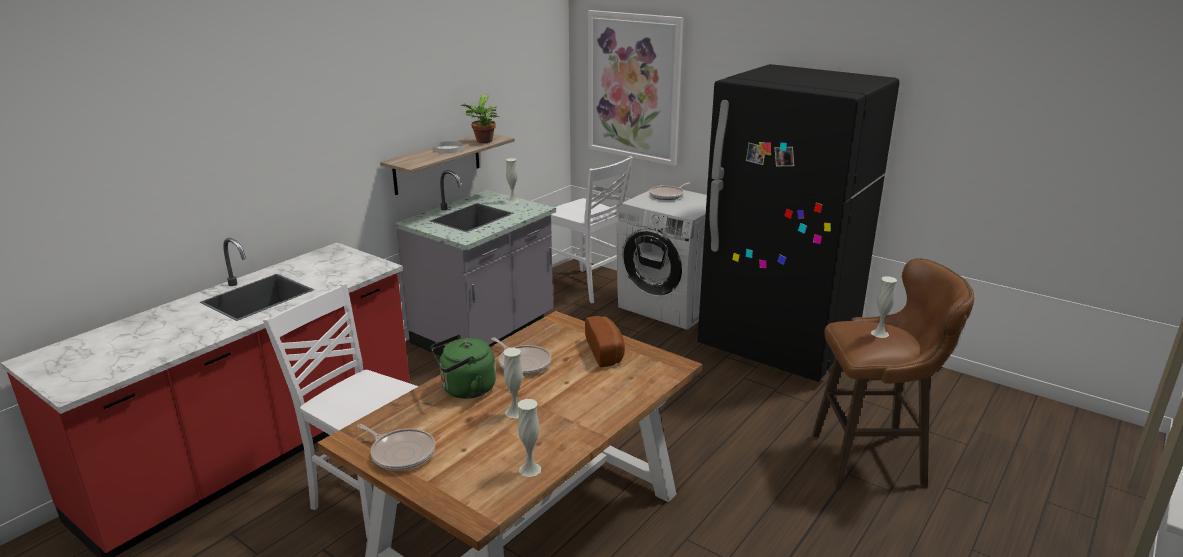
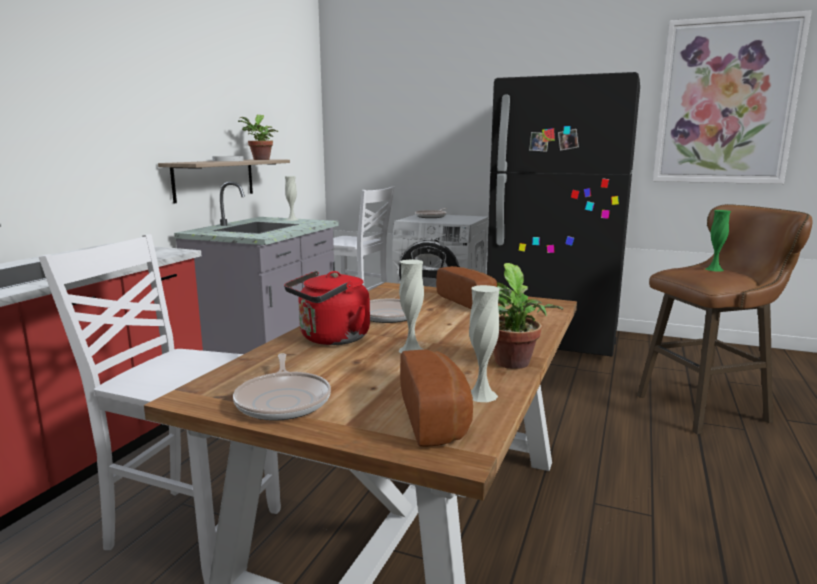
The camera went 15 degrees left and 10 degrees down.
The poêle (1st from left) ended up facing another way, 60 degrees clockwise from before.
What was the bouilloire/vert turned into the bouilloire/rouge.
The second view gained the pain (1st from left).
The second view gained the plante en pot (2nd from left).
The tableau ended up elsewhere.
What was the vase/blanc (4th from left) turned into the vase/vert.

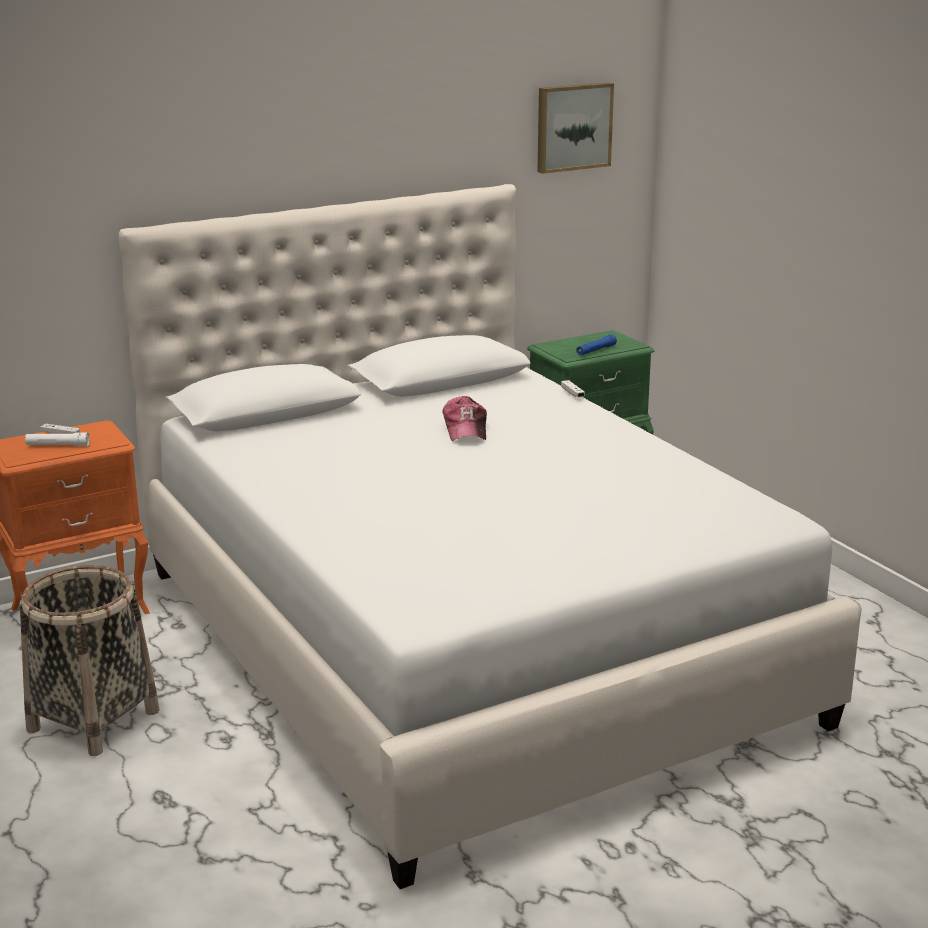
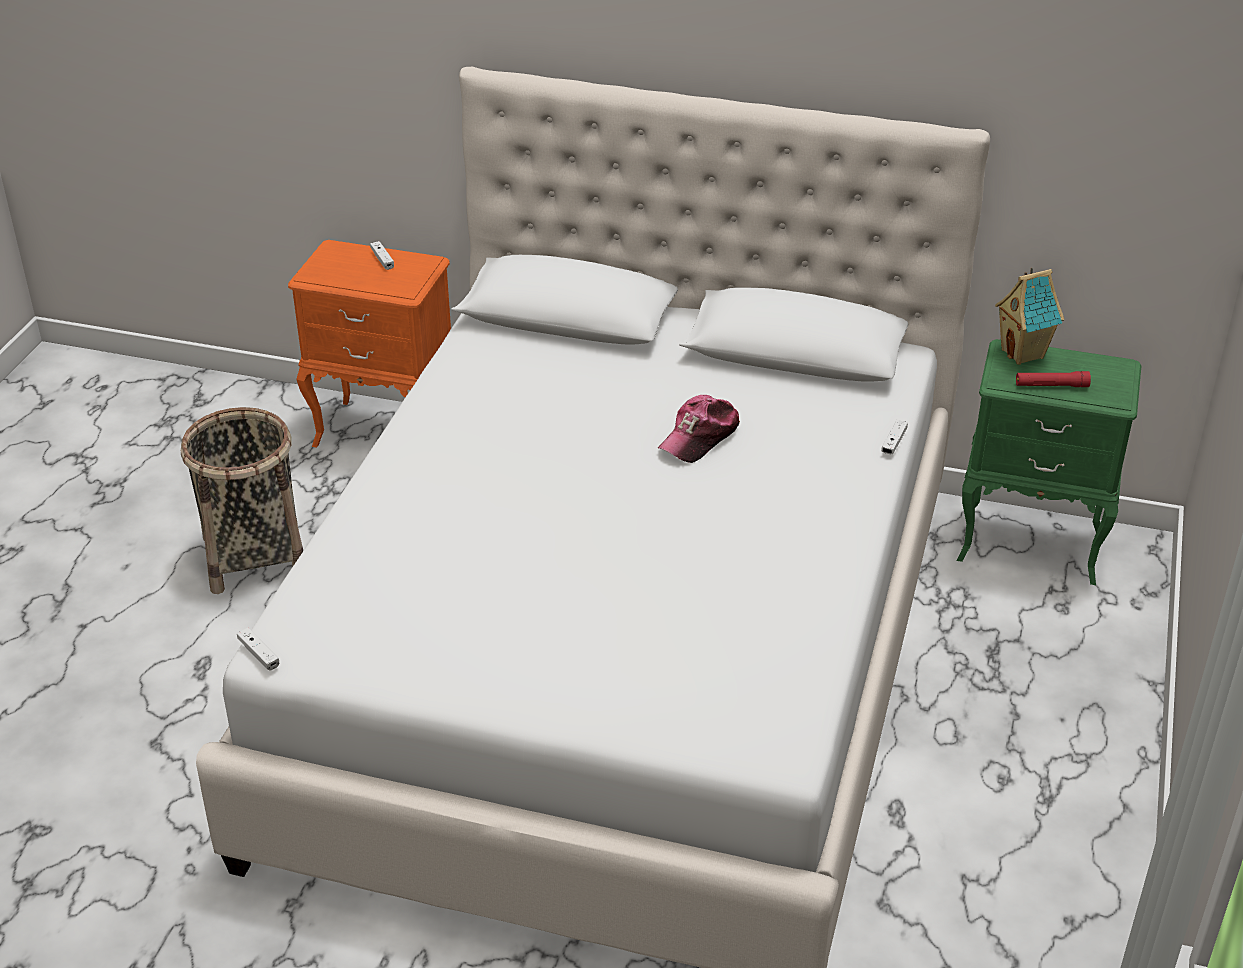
The camera went 45 degrees right and 15 degrees up.
The second view gained the manette/blanc (1st from left).
The second view gained the maison miniature.
What was the lampe de poche/bleu turned into the lampe de poche/rouge.
The second view lost the lampe de poche/blanc.
The second view lost the tableau.

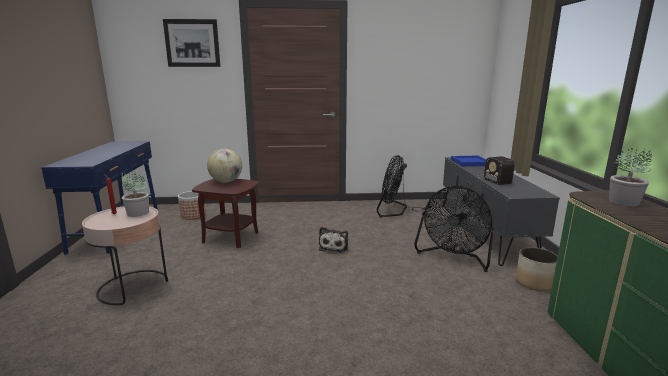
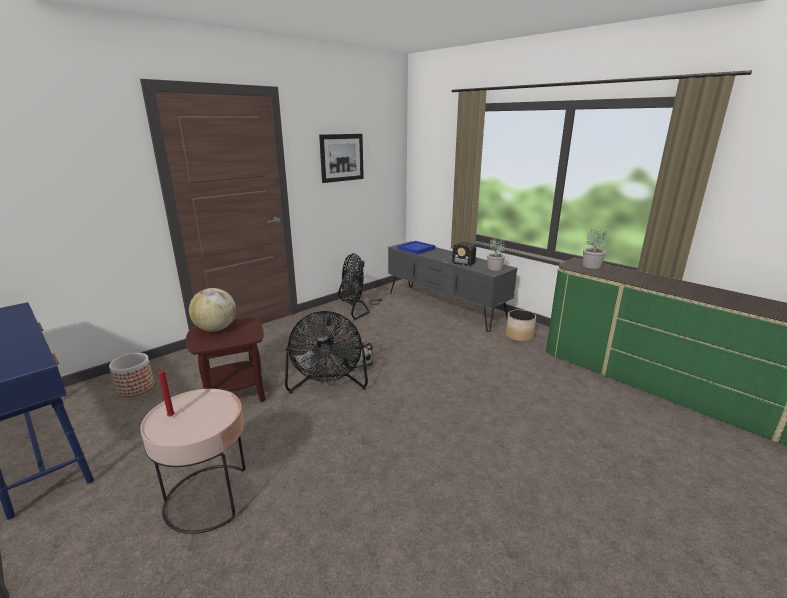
The camera went 40 degrees left and 5 degrees up.
The ventilateur/noir (2nd from left in the first image) ended up elsewhere.
The tableau ended up elsewhere.
The plante en pot (1st from left) ended up elsewhere.

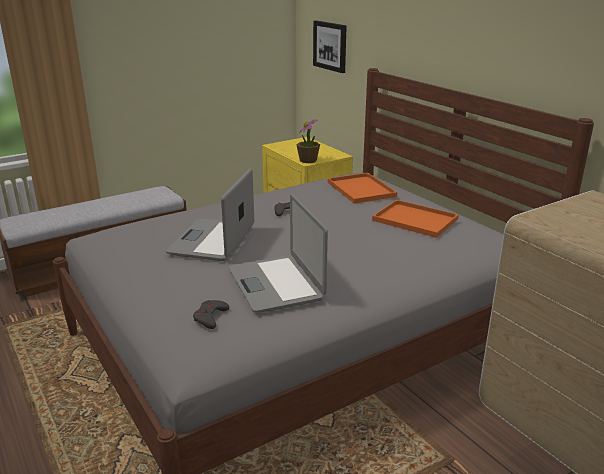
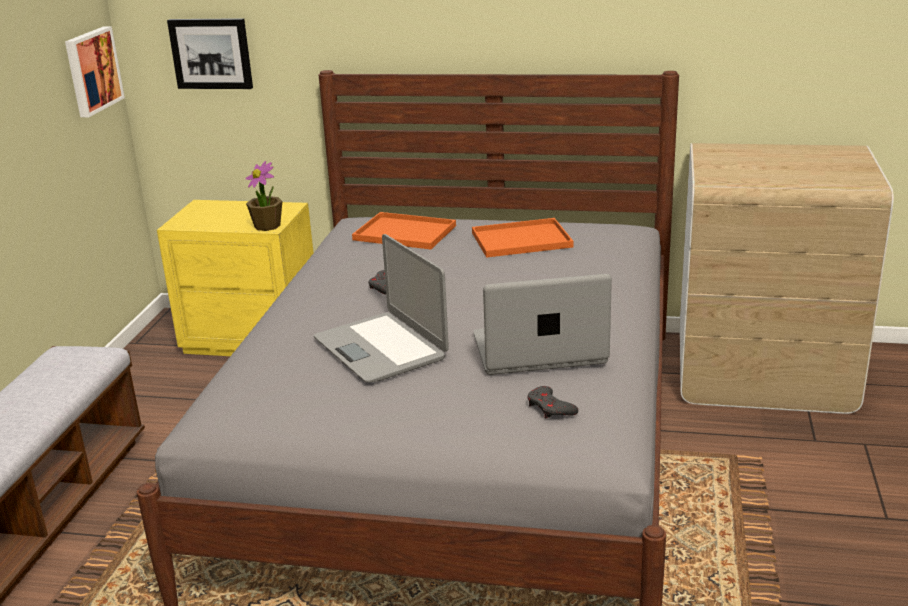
The camera went 45 degrees left and 0 degrees up.
The second view gained the tableau (1st from left).
The ordinateur portable (2nd from left) ended up facing another way, 150 degrees clockwise from before.

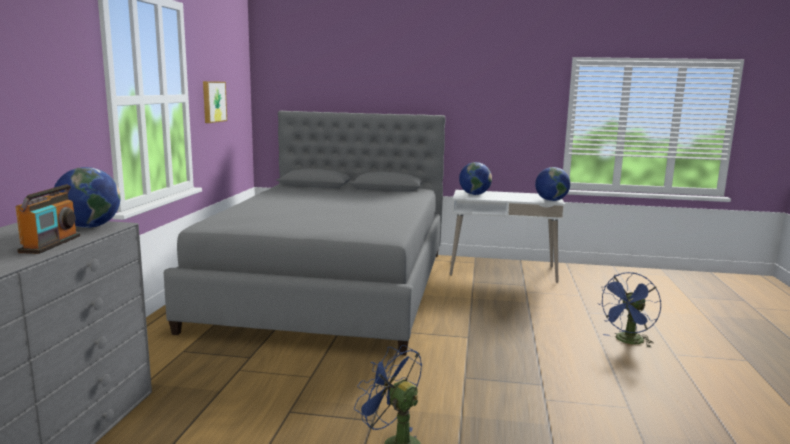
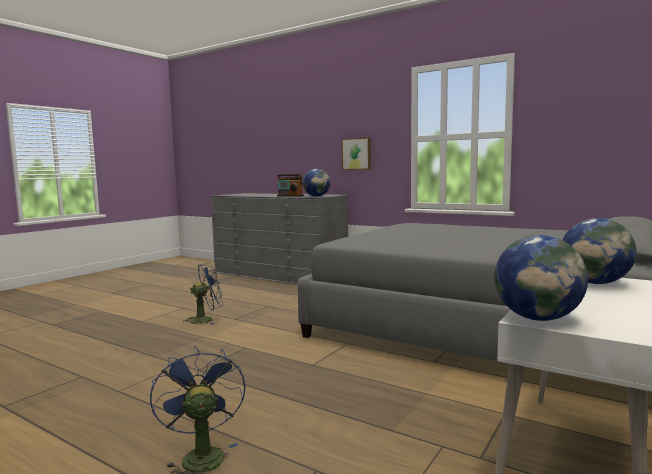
The camera went 115 degrees right and 5 degrees down.
The tableau ended up elsewhere.

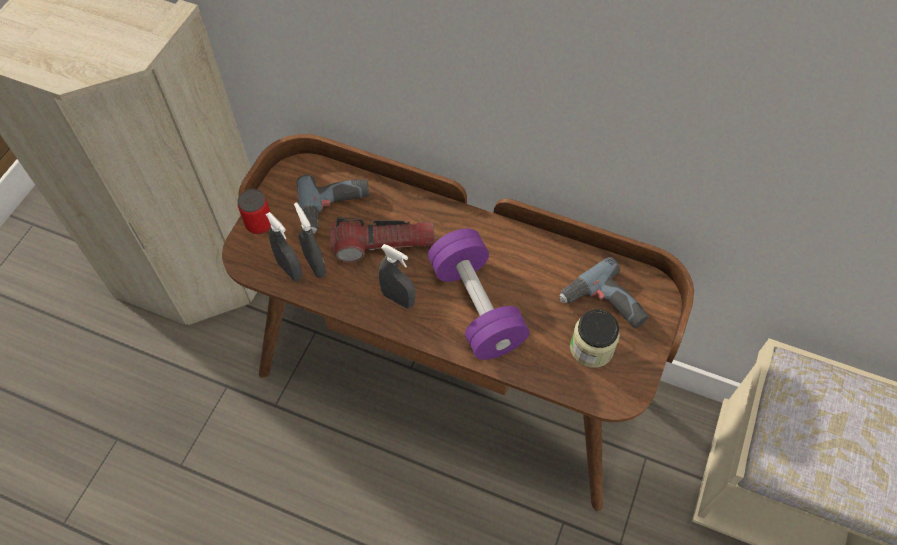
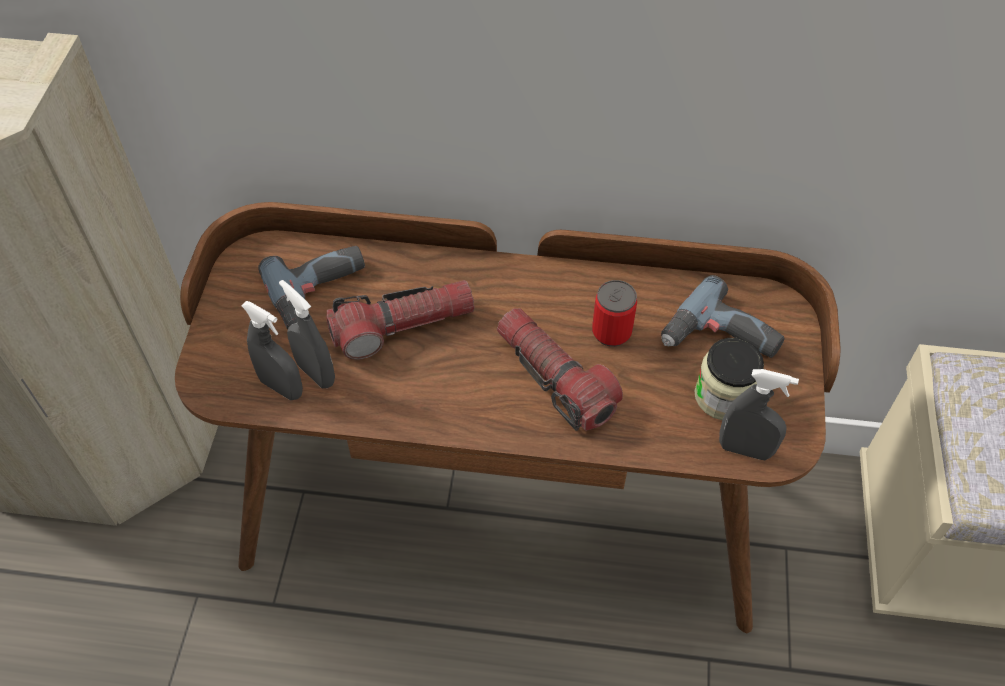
The camera went 15 degrees left and 5 degrees down.
Where the haltère/violet stood, the lampe de poche (2nd from left) came to stand.
The boîte métallique ended up elsewhere.
The vaporisateur/gris (3rd from left) ended up elsewhere.

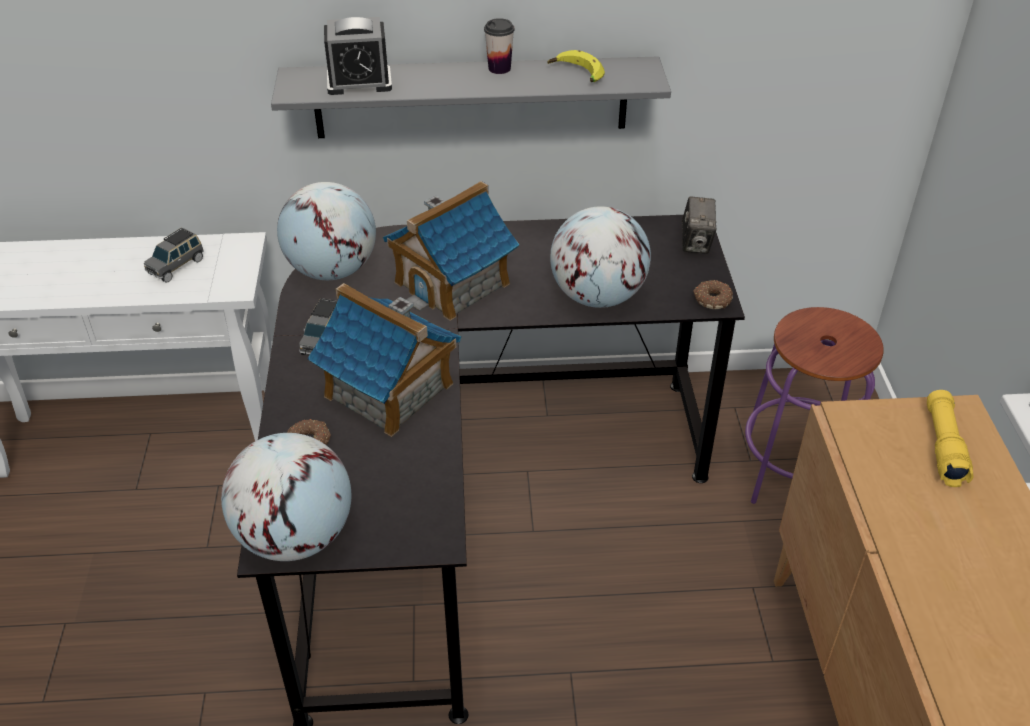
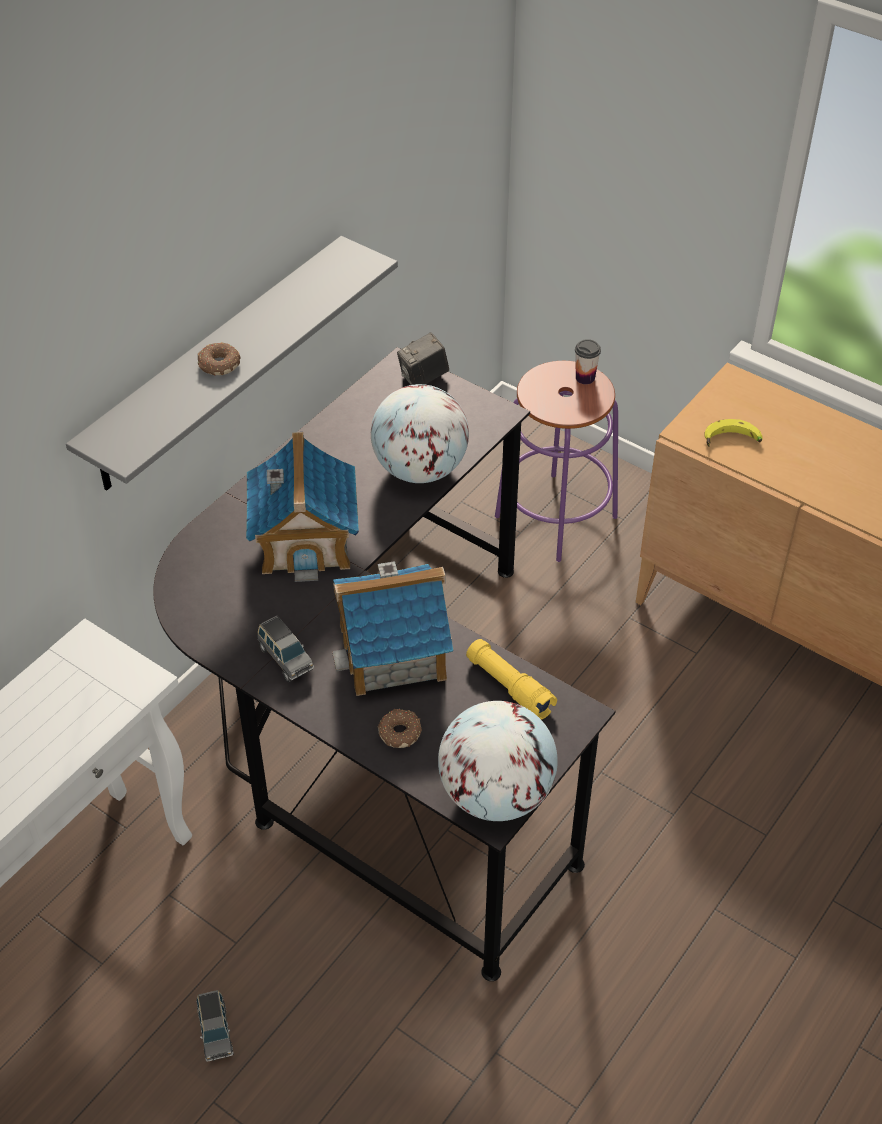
The camera went 50 degrees left and 5 degrees up.
The petite voiture/gris (1st from left) ended up elsewhere.
The beignet (2nd from left in the first image) ended up elsewhere.
The appareil photo ended up facing another way, 105 degrees clockwise from before.
The lampe de poche/jaune ended up elsewhere.
The tasse ended up elsewhere.
The banane ended up elsewhere.
The second view lost the globe (2nd from left).
The second view lost the réveil.

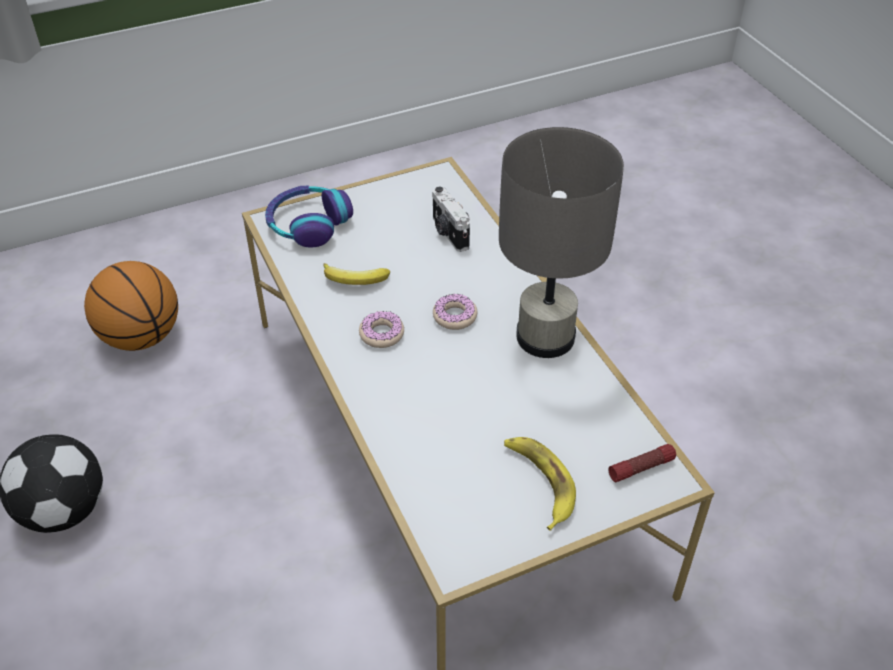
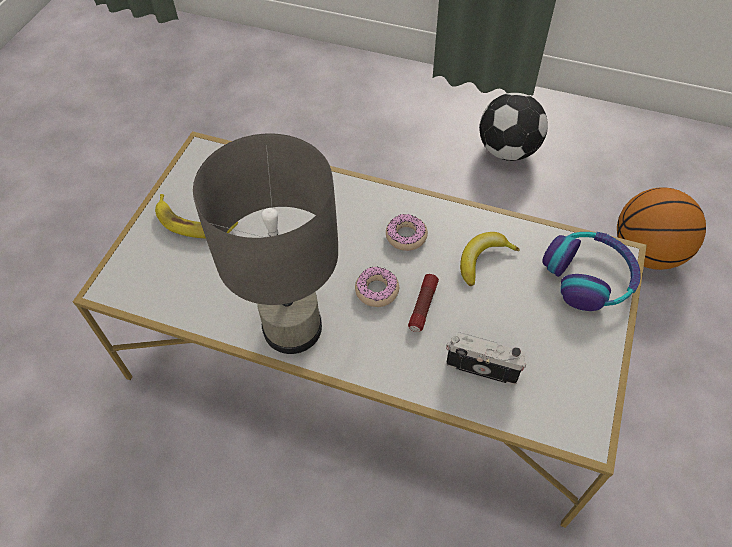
The camera went 135 degrees right and 10 degrees up.
The lampe de poche ended up elsewhere.

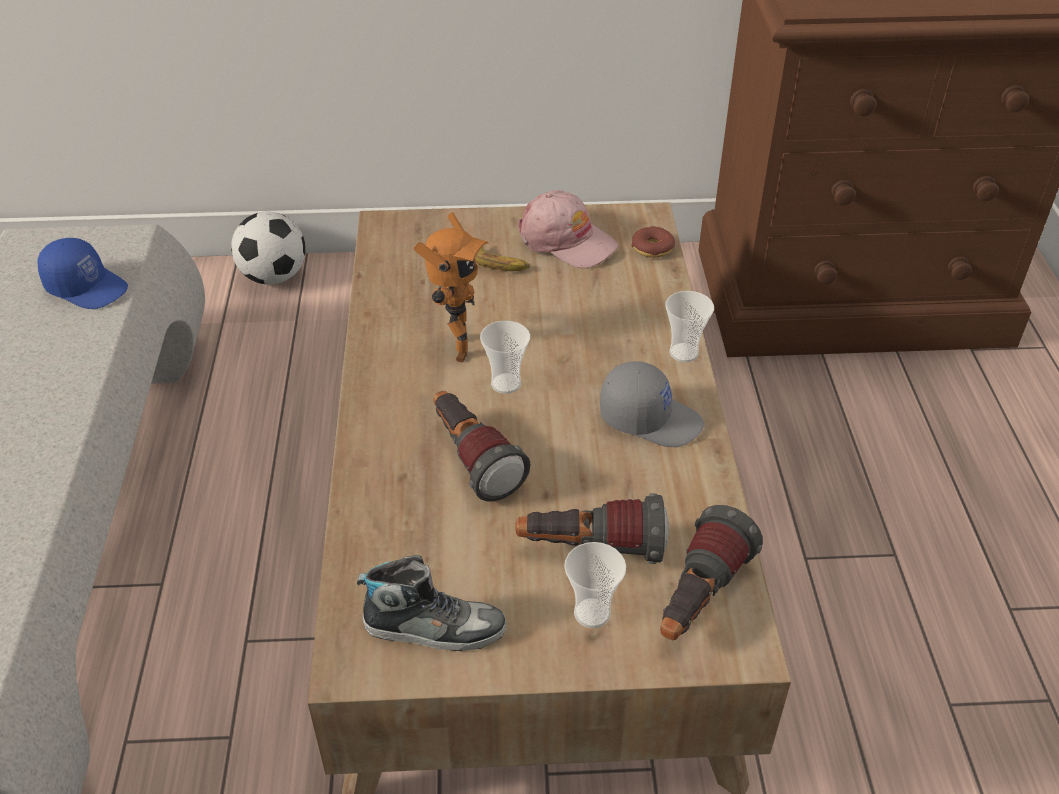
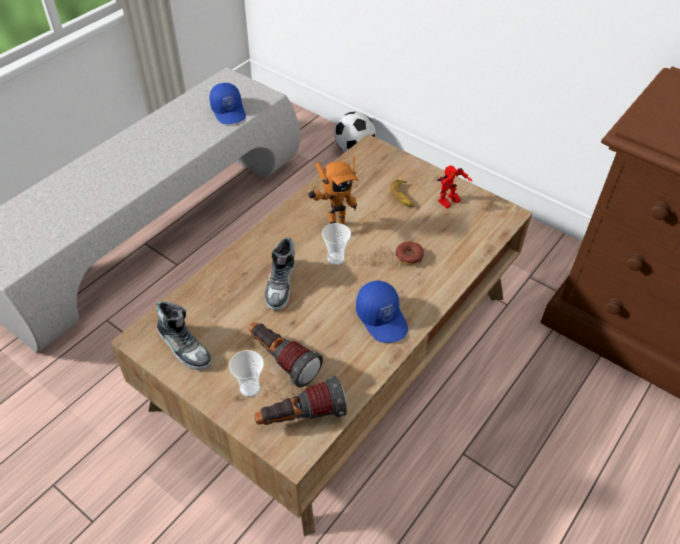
The camera went 40 degrees right and 5 degrees up.
Where the lampe de poche (1st from left) stood, the chaussure (2nd from left) came to stand.
What was the casquette/gris turned into the casquette/bleu (2nd from left).
The beignet ended up elsewhere.
Where the casquette/rose stood, the robot jouet (2nd from left) came to stand.
The second view lost the tasse (3rd from left).

